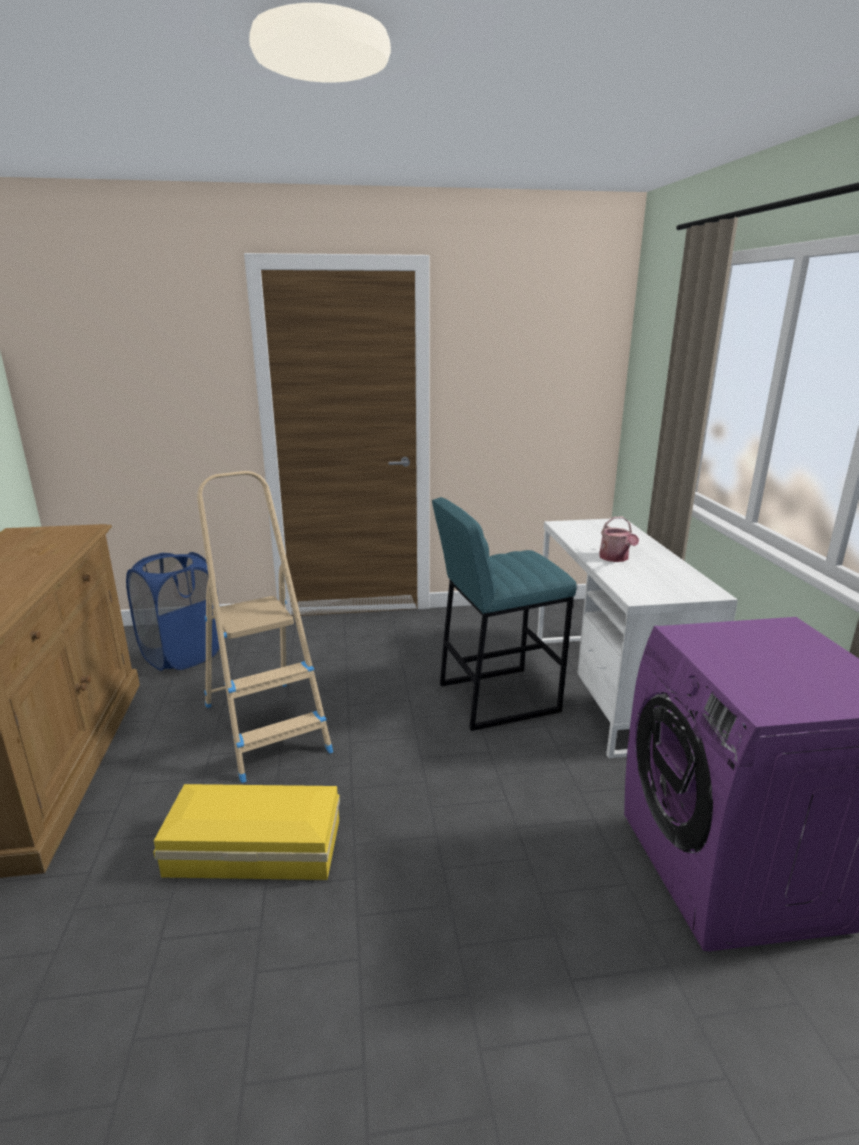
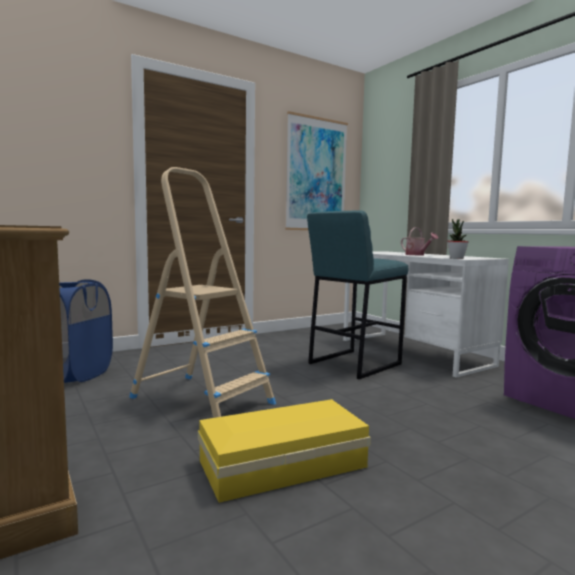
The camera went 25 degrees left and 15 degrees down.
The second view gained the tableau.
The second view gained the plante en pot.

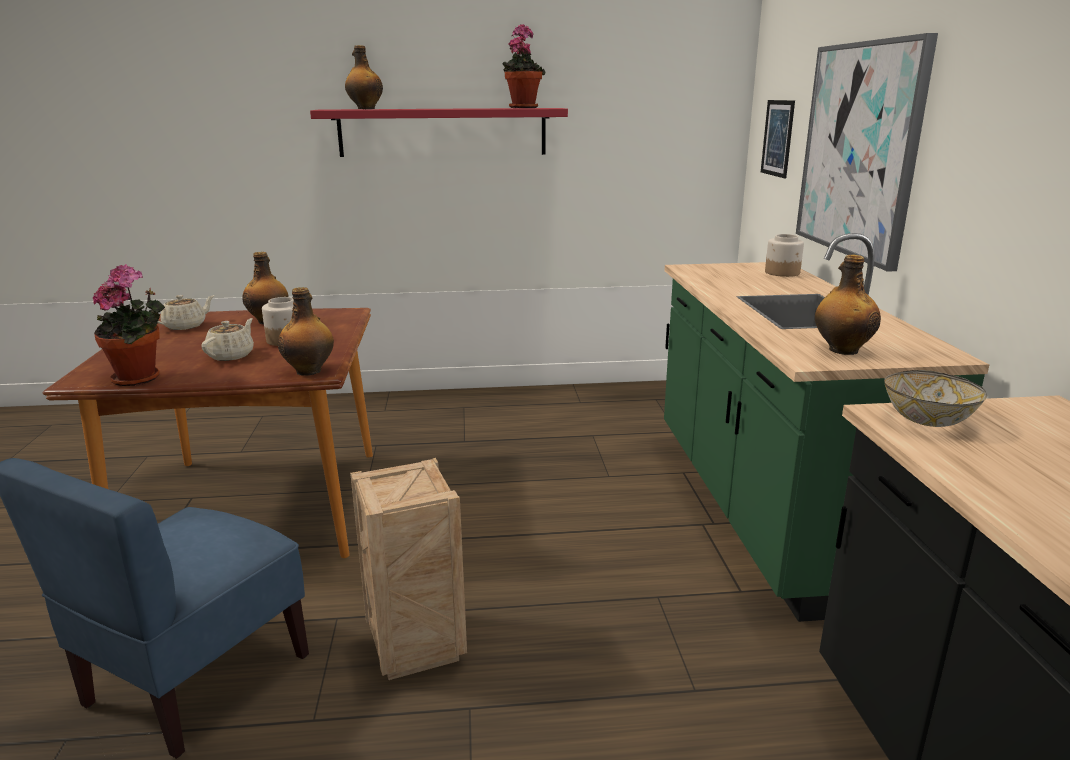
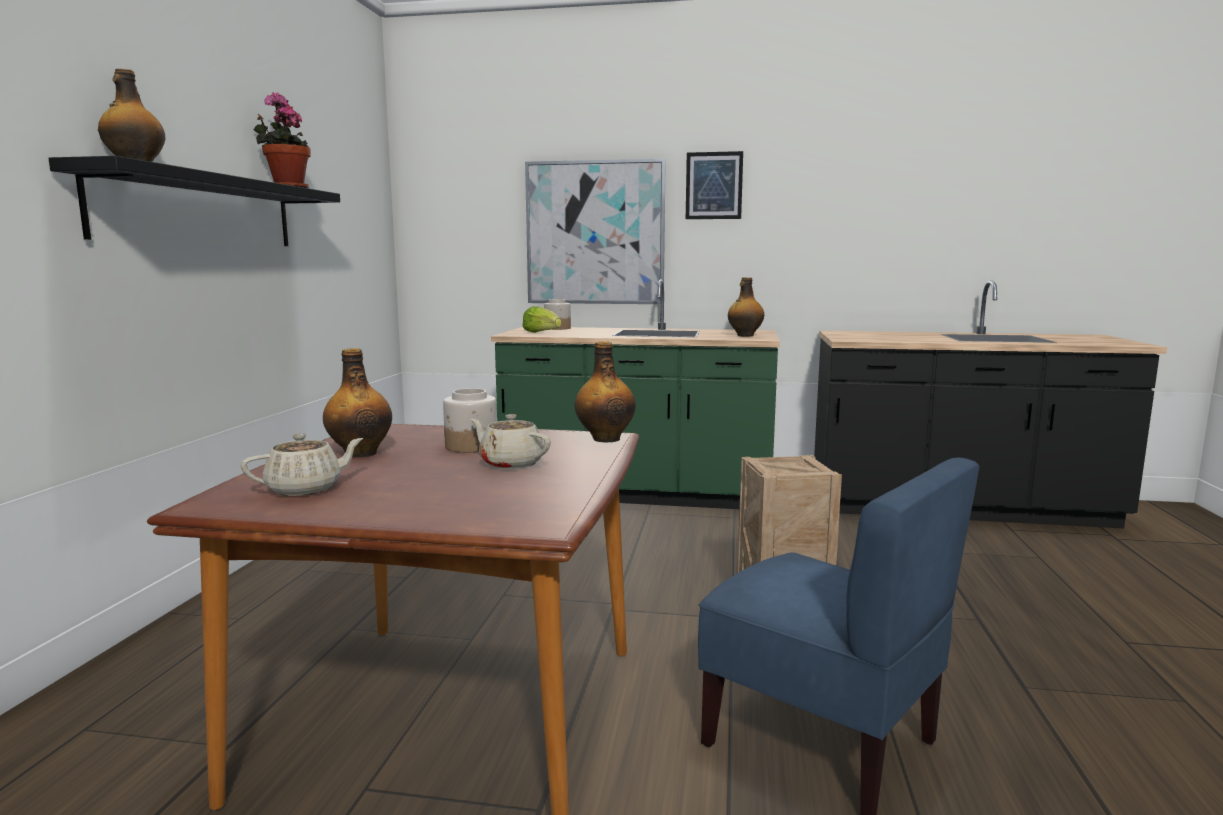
The camera went 75 degrees left and 10 degrees down.
What was the étagère/rouge turned into the étagère/noir.
The théière/beige (1st from left) ended up facing another way, 90 degrees clockwise from before.
The second view gained the laitue.
The tableau (1st from left in the first image) ended up elsewhere.
The second view lost the plante en pot (1st from left).
The second view lost the bol.

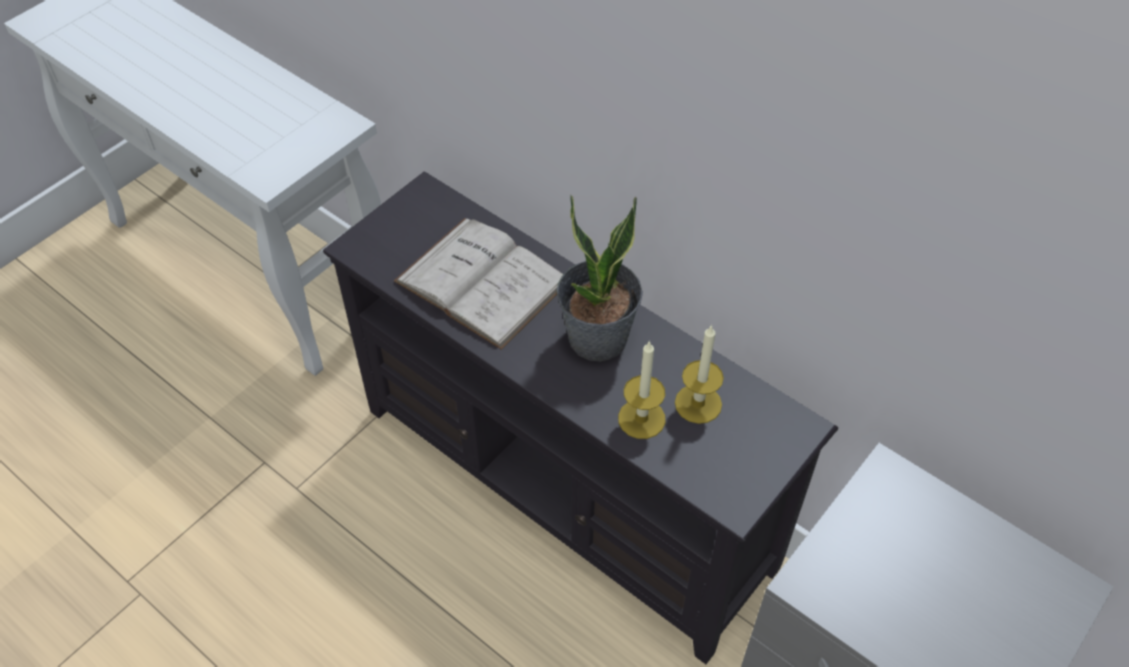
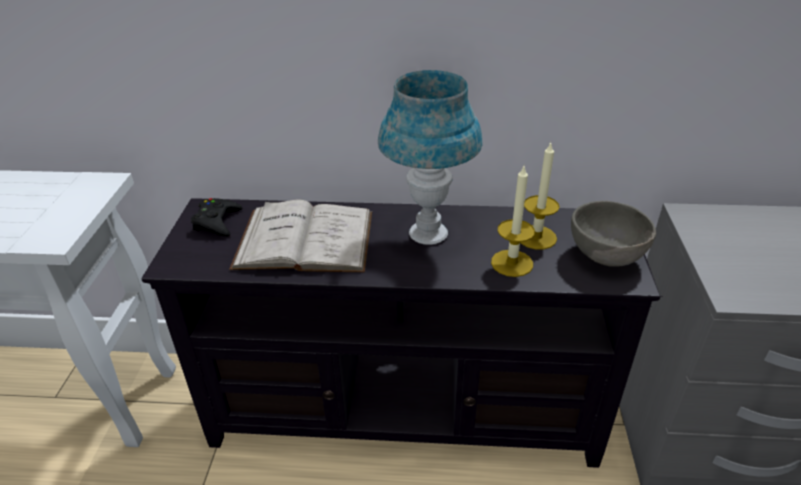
The camera went 35 degrees left and 15 degrees down.
The second view gained the manette/noir.
Where the plante en pot stood, the lampe de table/bleu came to stand.
The second view gained the bol/gris.

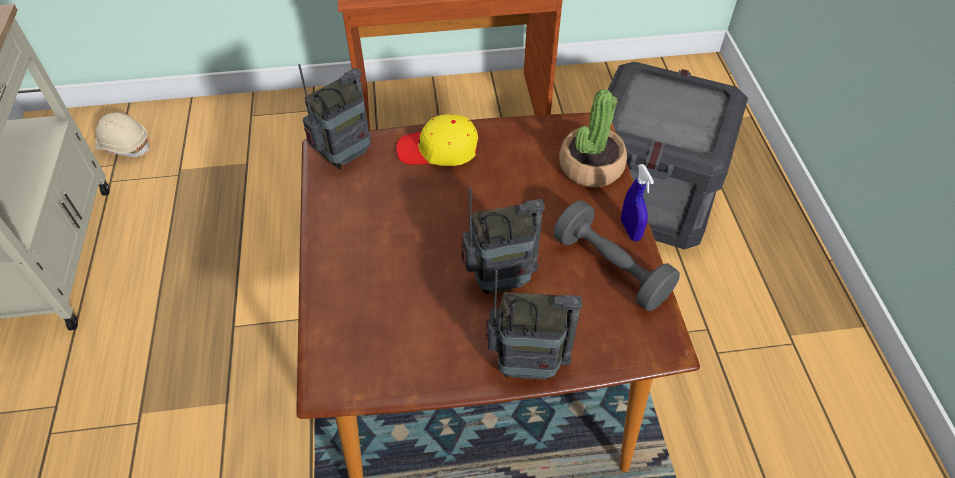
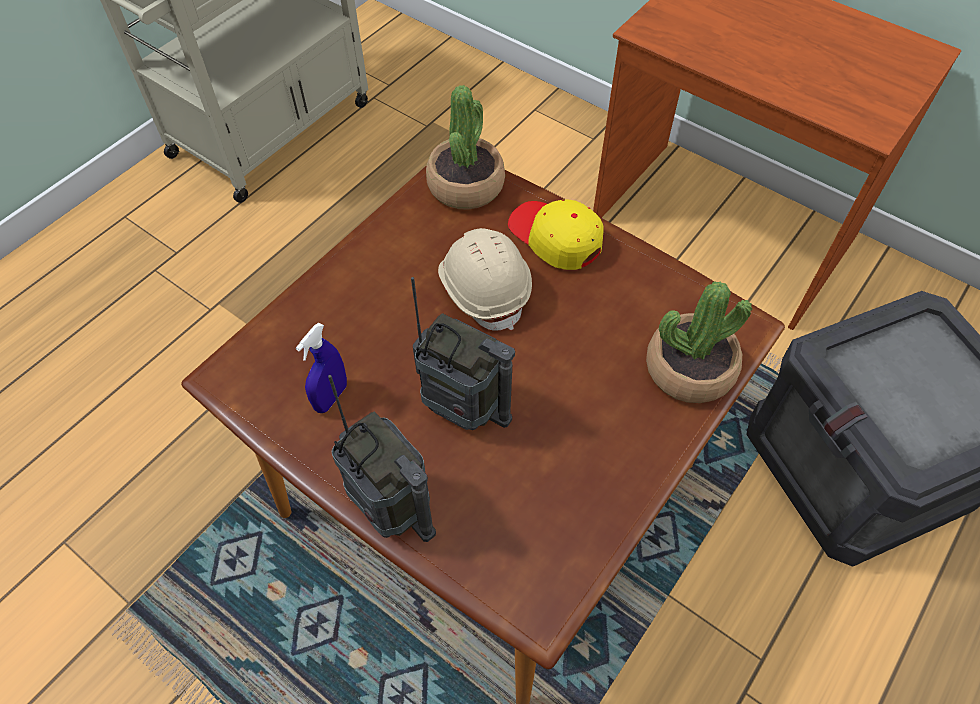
The camera went 45 degrees right and 5 degrees up.
The vaporisateur/bleu ended up elsewhere.
Where the radio (1st from left) stood, the plante en pot (1st from left) came to stand.
The casque de chantier/beige ended up elsewhere.
The second view lost the haltère/gris.

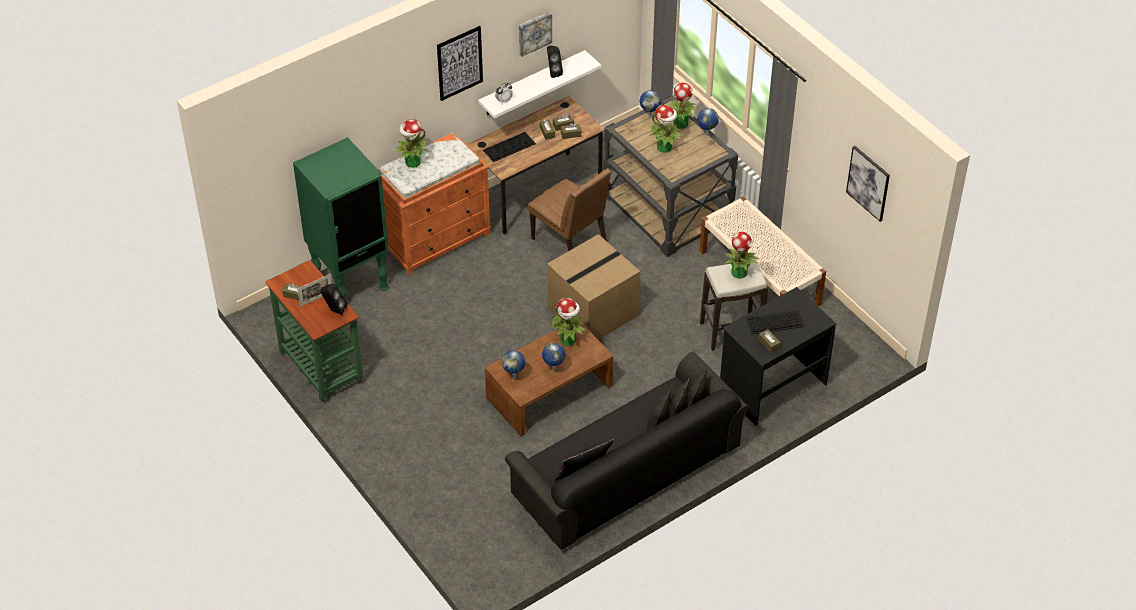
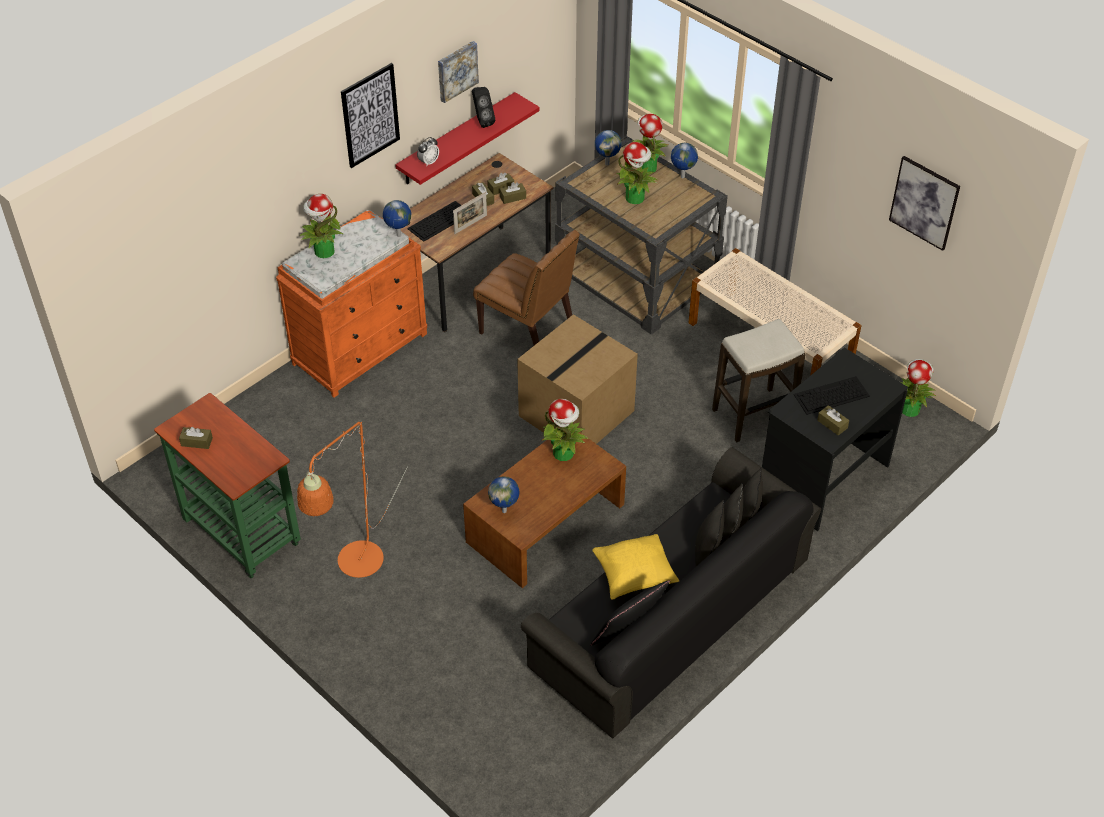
The camera went 10 degrees left and 0 degrees up.
The second view gained the lampadaire/orange.
The globe (2nd from left in the first image) ended up elsewhere.
What was the étagère/blanc turned into the étagère/rouge.
The cadre photo ended up elsewhere.
The second view gained the coussin/jaune.
The plante en pot (5th from left) ended up elsewhere.
The second view lost the meuble de rangement/vert.
The second view lost the enceinte/noir (1st from left).

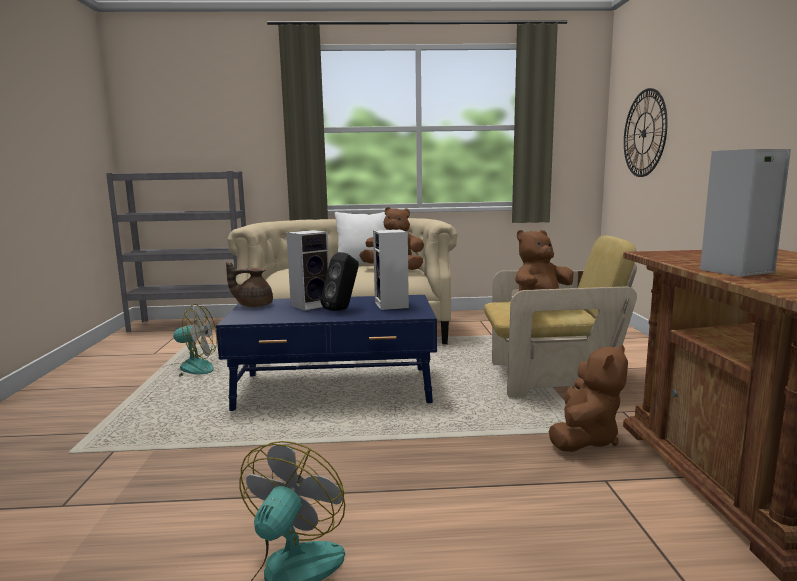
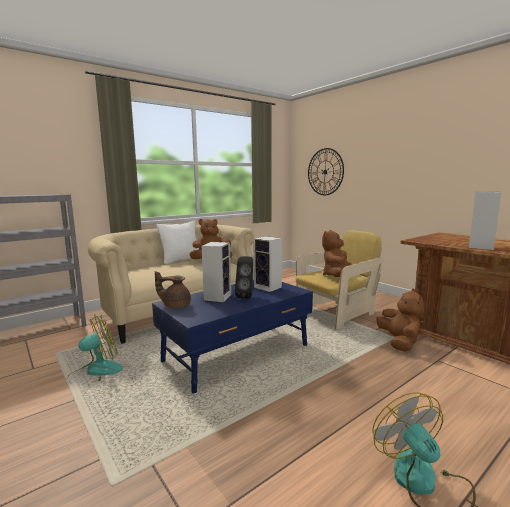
The camera went 35 degrees left and 0 degrees up.
The théière/marron ended up facing another way, 45 degrees clockwise from before.

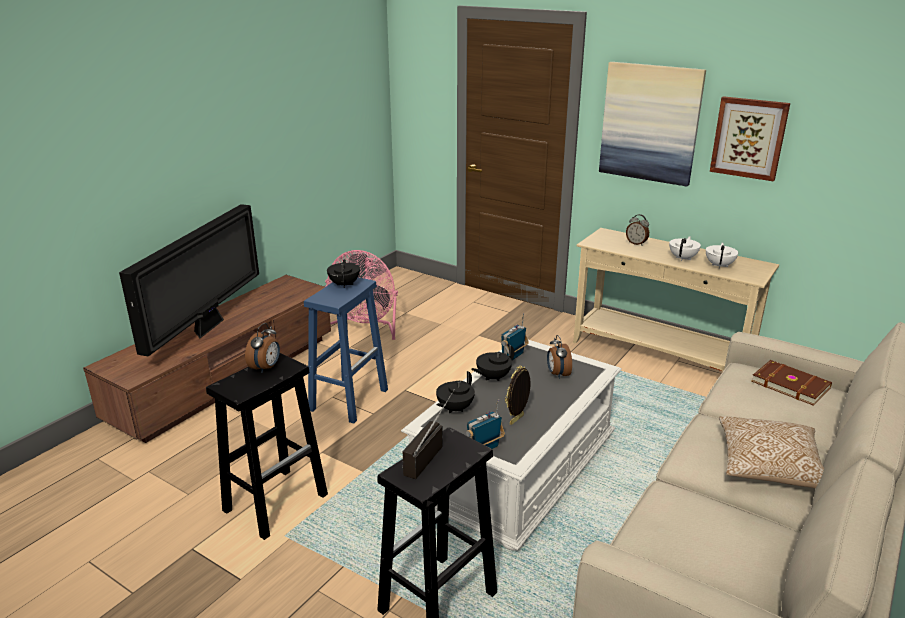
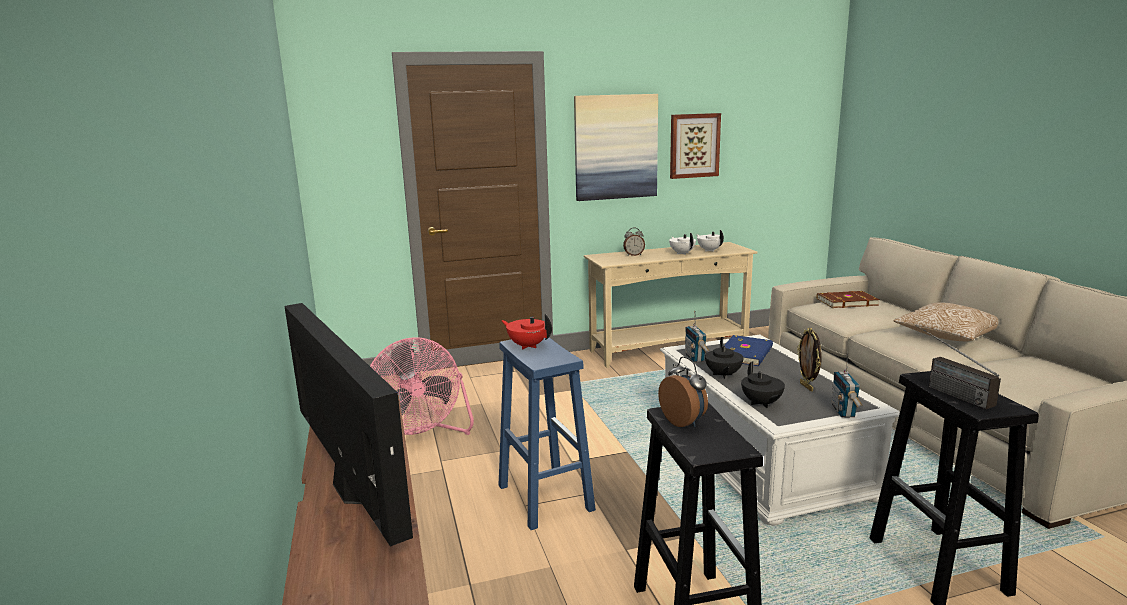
The camera went 50 degrees left and 10 degrees down.
What was the théière/noir (1st from left) turned into the théière/rouge.
Where the réveil (2nd from left) stood, the livre/bleu came to stand.

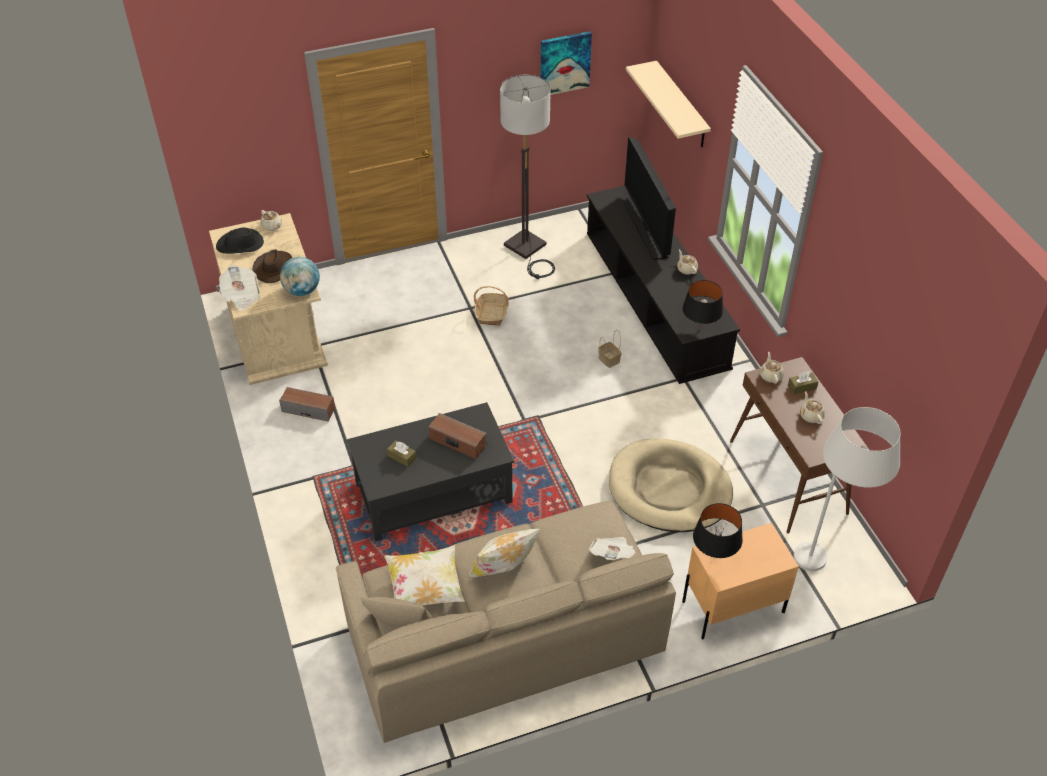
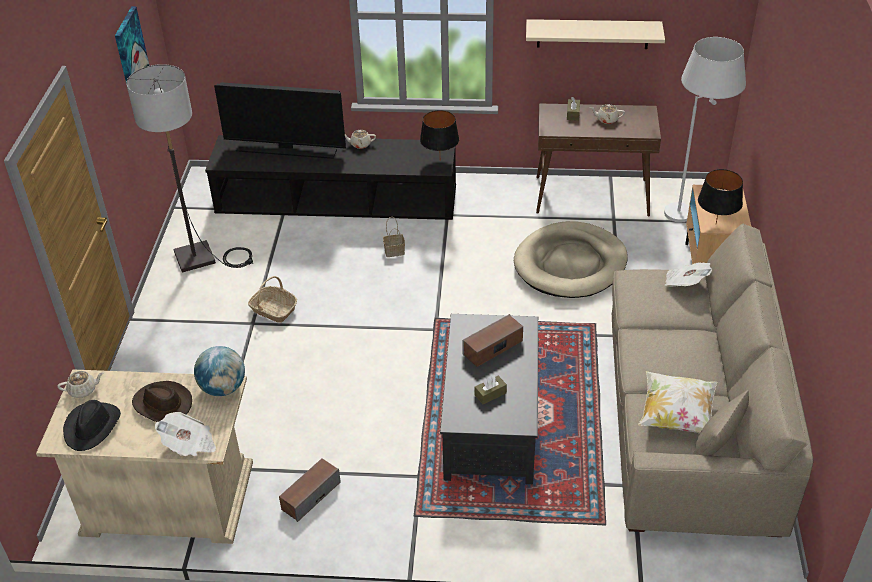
The camera went 65 degrees left and 5 degrees down.
The étagère/beige ended up elsewhere.
The second view lost the coussin (2nd from left).
The second view lost the théière/beige (3rd from left).

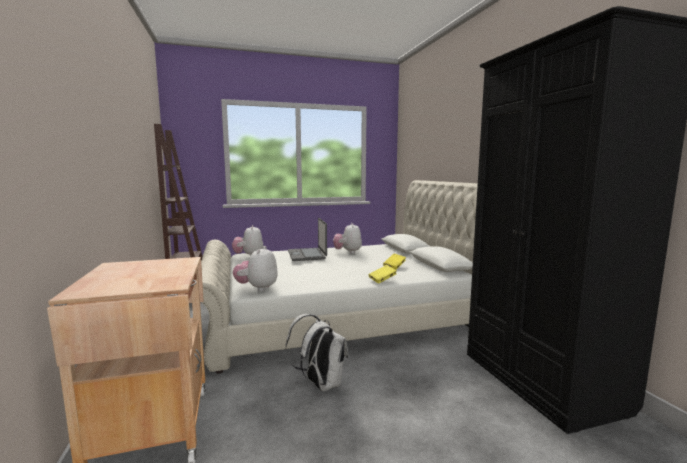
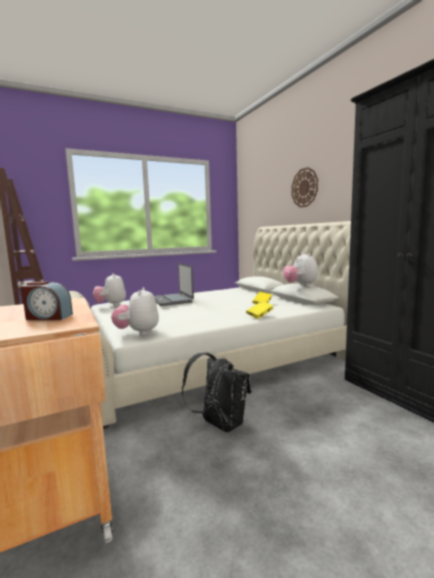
The camera went 10 degrees left and 0 degrees up.
The second view gained the réveil.
What was the sac à dos/blanc turned into the sac à dos/noir.
The peluche (3rd from left) ended up elsewhere.
The second view gained the horloge murale.

